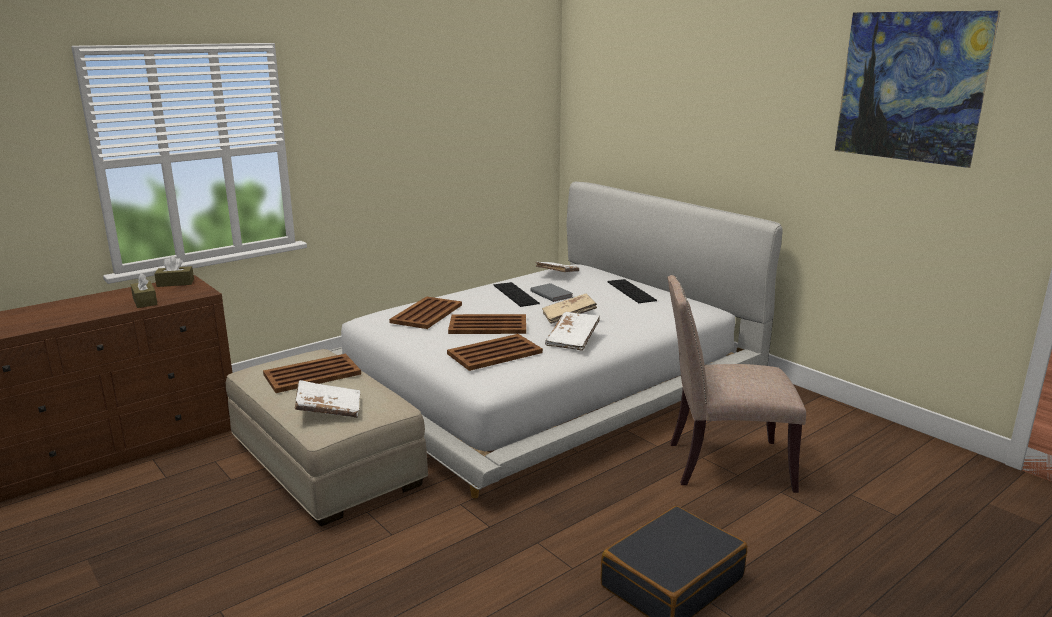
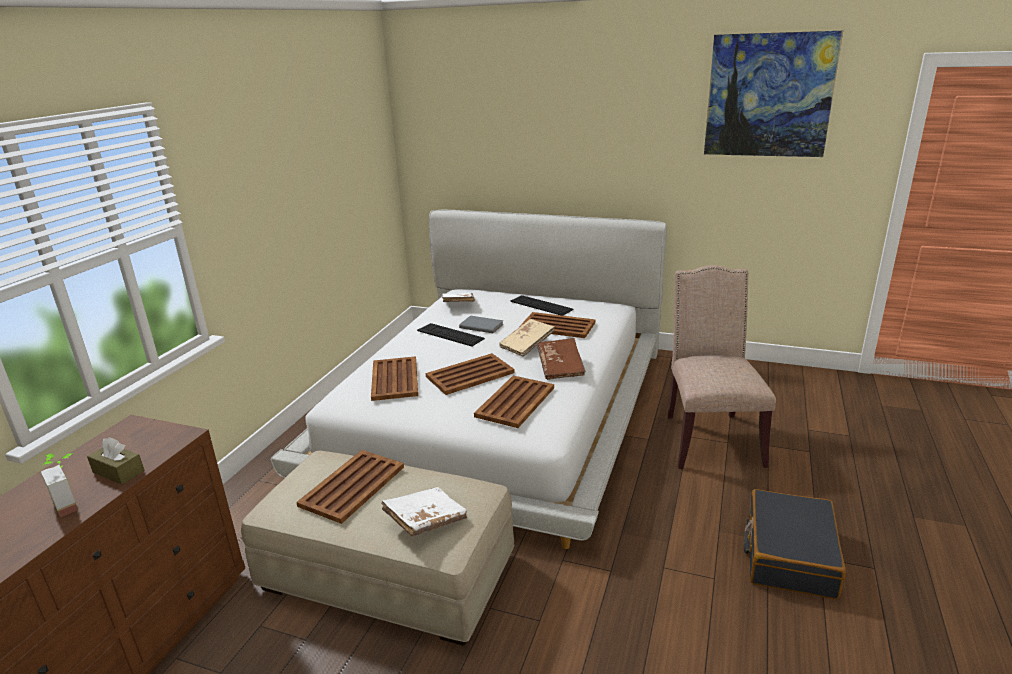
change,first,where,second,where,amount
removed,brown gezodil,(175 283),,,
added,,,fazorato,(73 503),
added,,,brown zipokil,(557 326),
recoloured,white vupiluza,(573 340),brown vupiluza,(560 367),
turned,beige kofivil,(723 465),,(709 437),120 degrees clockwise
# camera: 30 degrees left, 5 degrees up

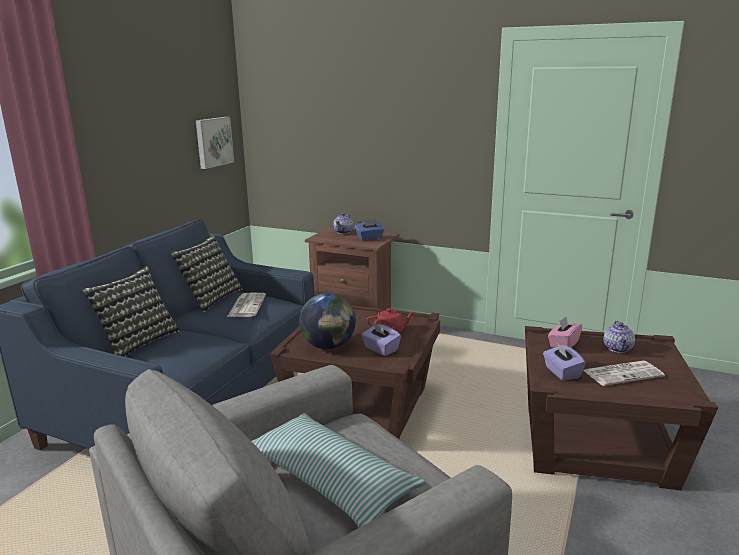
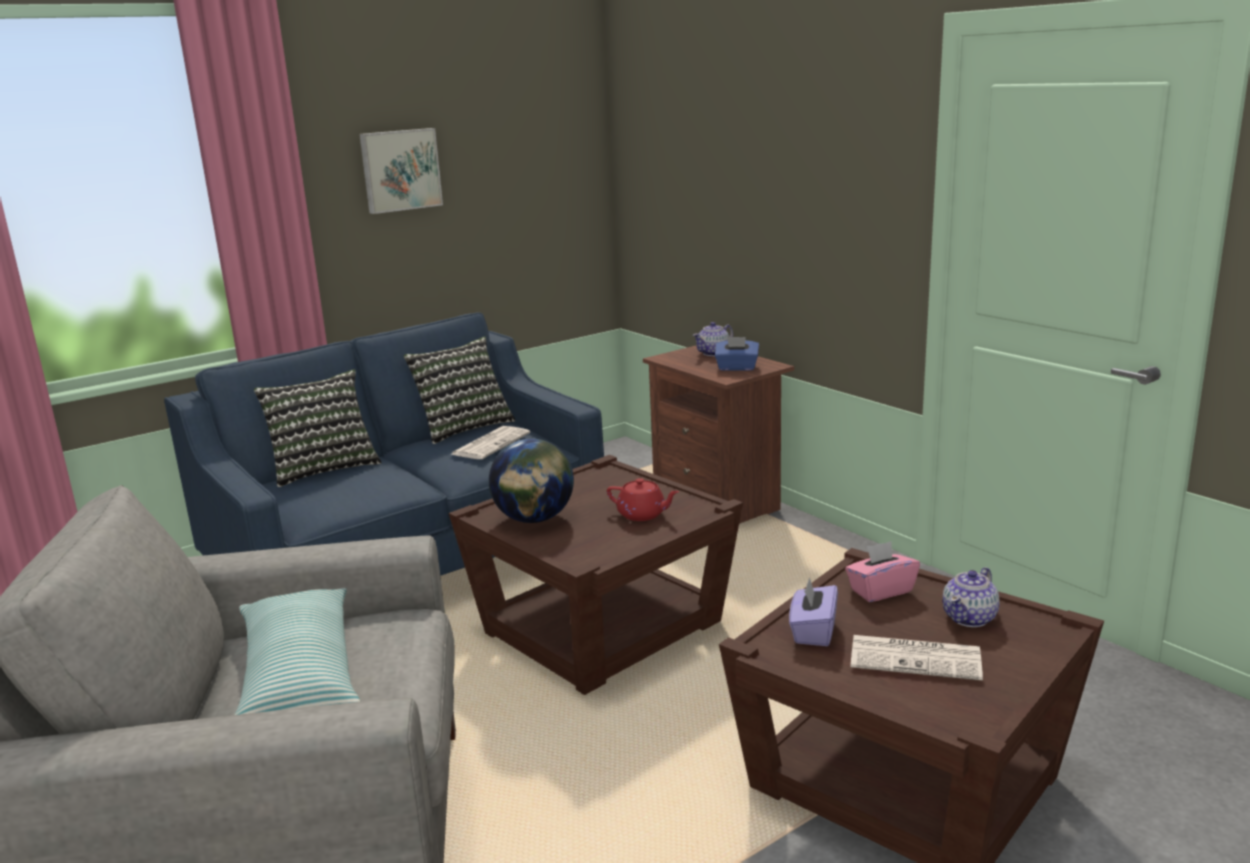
change,first,where,second,where,amount
removed,purple gezodil,(380 349),,,
moved,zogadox,(213 142),,(400 170),
# camera: 30 degrees right, 0 degrees up

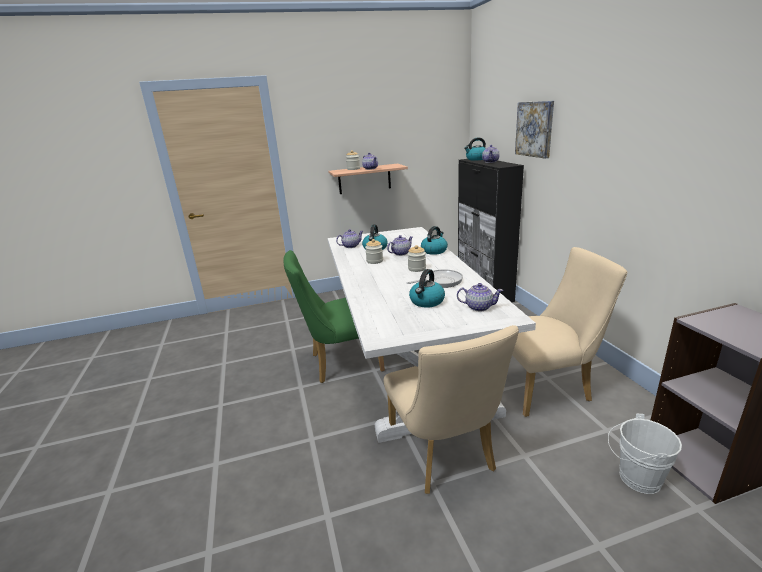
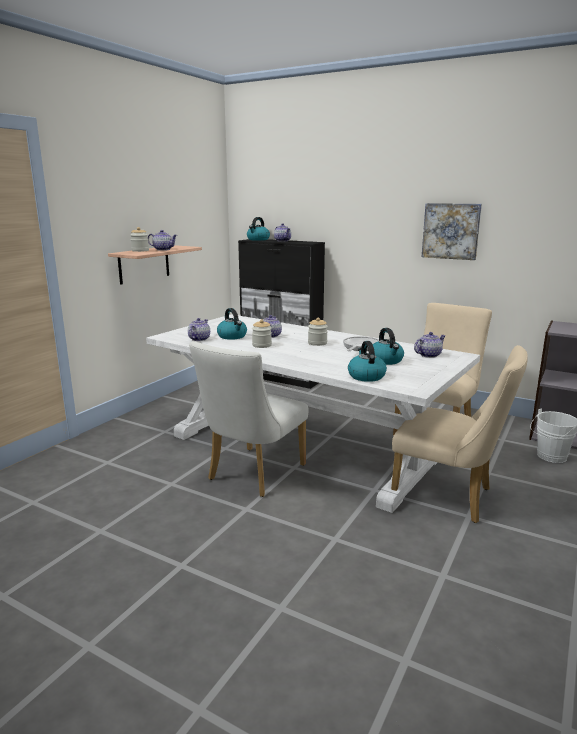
change,first,where,second,where,amount
moved,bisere,(434 251),,(366 376),
moved,zogadox,(535 129),,(451 231),
recoloured,green kofivil,(341 363),white kofivil,(252 475),
# camera: 45 degrees left, 5 degrees down

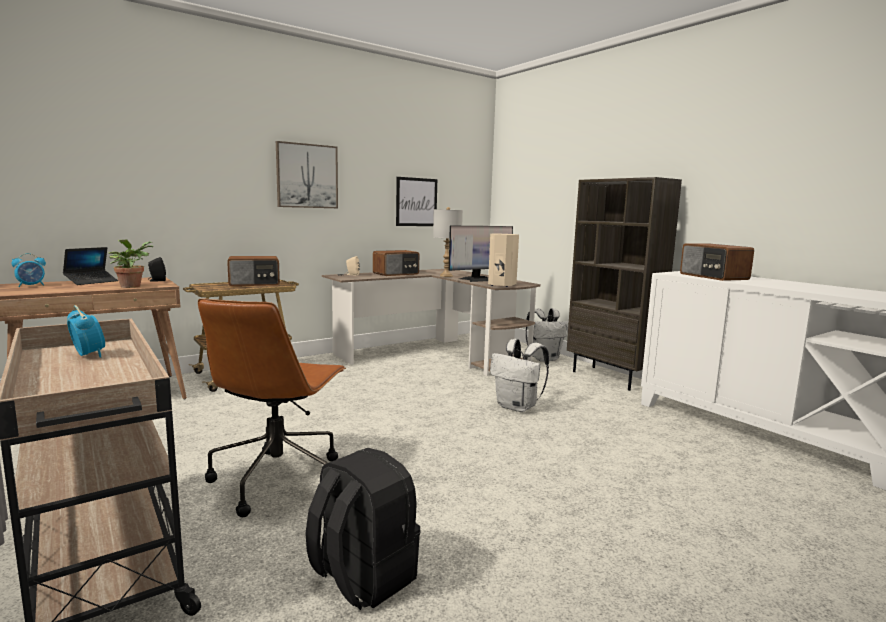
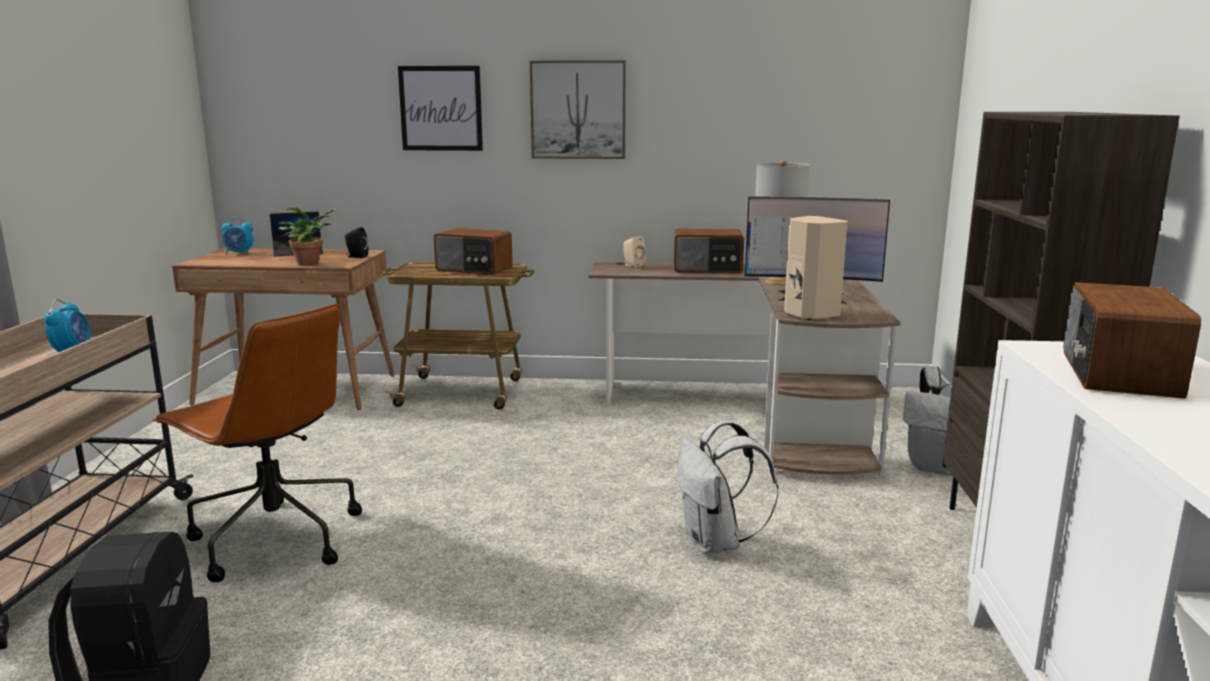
change,first,where,second,where,amount
moved,zogadox,(416 202),,(441 108),
turned,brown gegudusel,(278 478),,(273 538),105 degrees counterclockwise
# camera: 40 degrees right, 5 degrees up

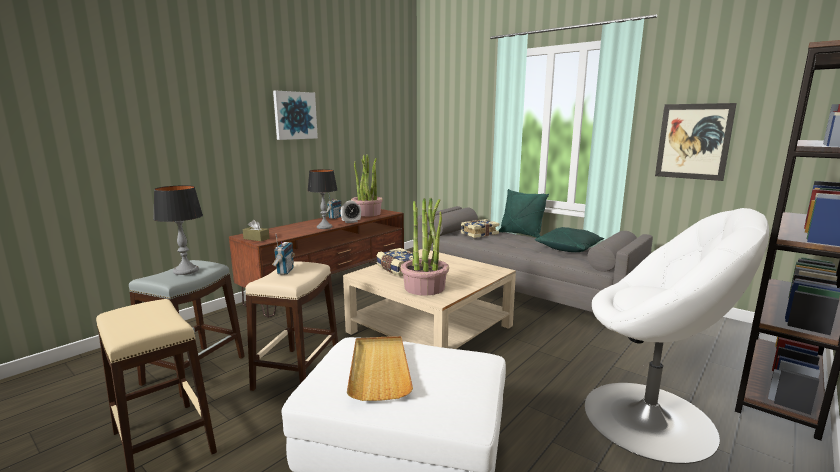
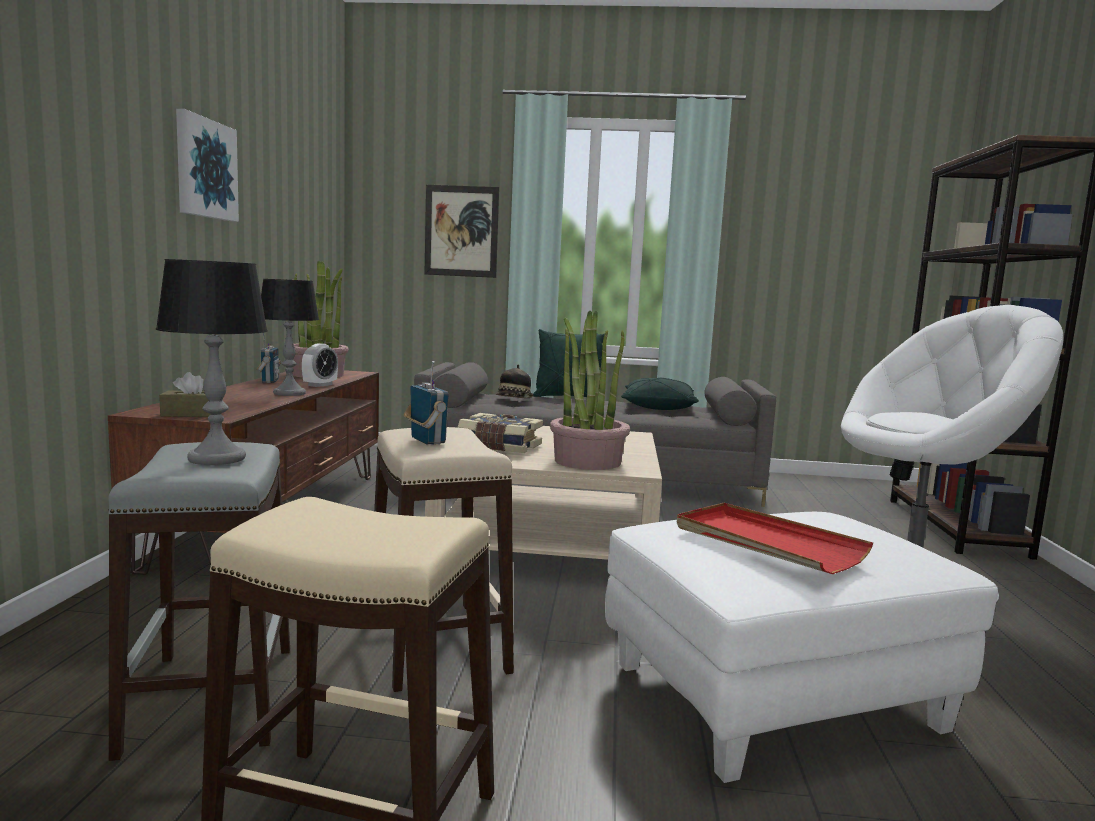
change,first,where,second,where,amount
moved,zogadox,(693 141),,(461 231),
replaced,vupiluza,(479 234),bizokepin,(514 400),
recoloured,beige zipokil,(379 369),red zipokil,(766 543),
# camera: 35 degrees left, 5 degrees down

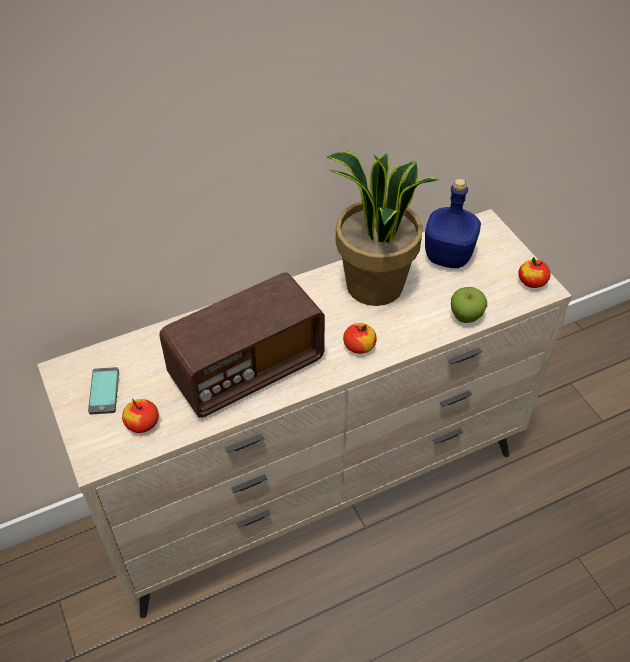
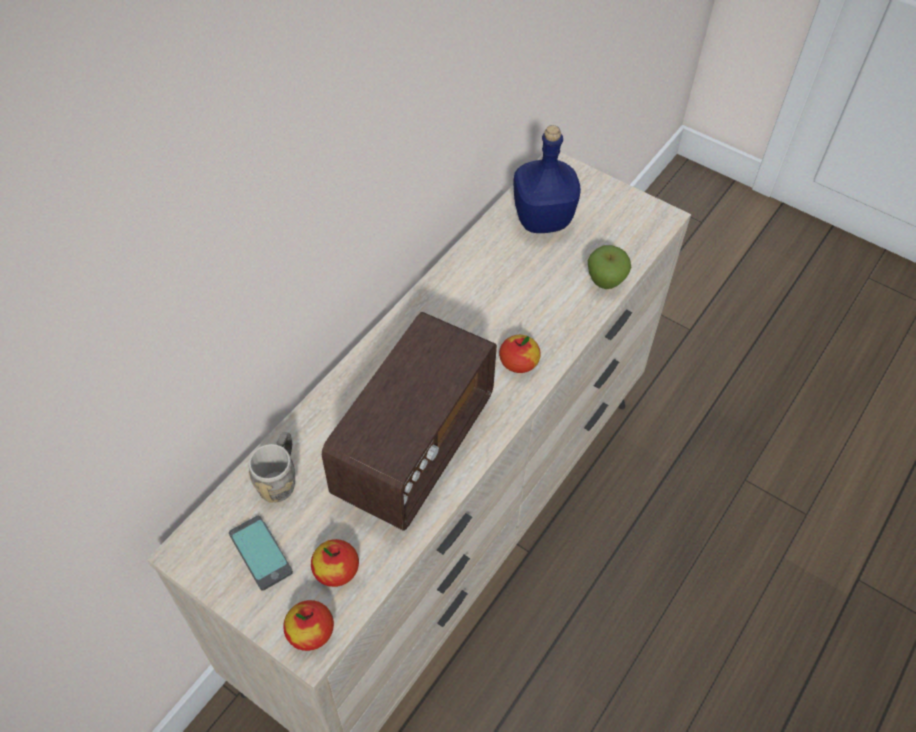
change,first,where,second,where,amount
removed,fazorato,(374 286),,,
added,,,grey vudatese,(280 479),
moved,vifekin,(532 281),,(310 631),
# camera: 30 degrees left, 5 degrees up

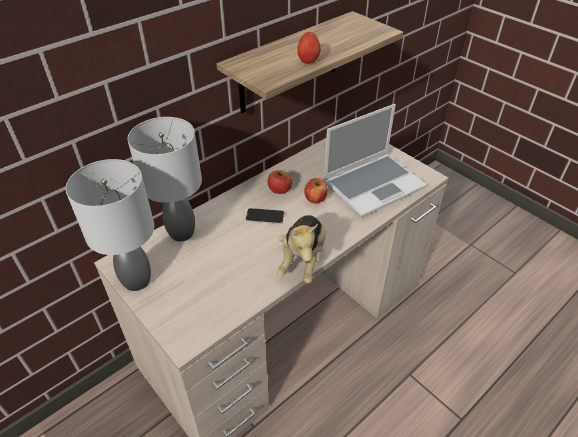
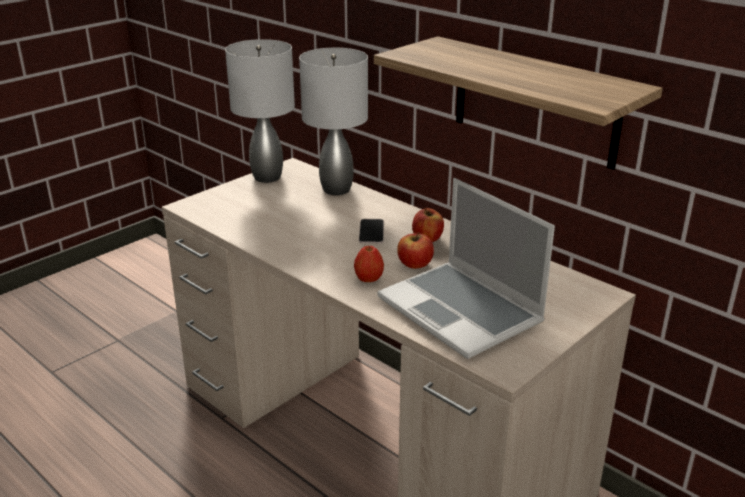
change,first,where,second,where,amount
removed,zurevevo,(302 259),,,
moved,vifekin,(308 61),,(368 279),
# camera: 85 degrees right, 15 degrees down

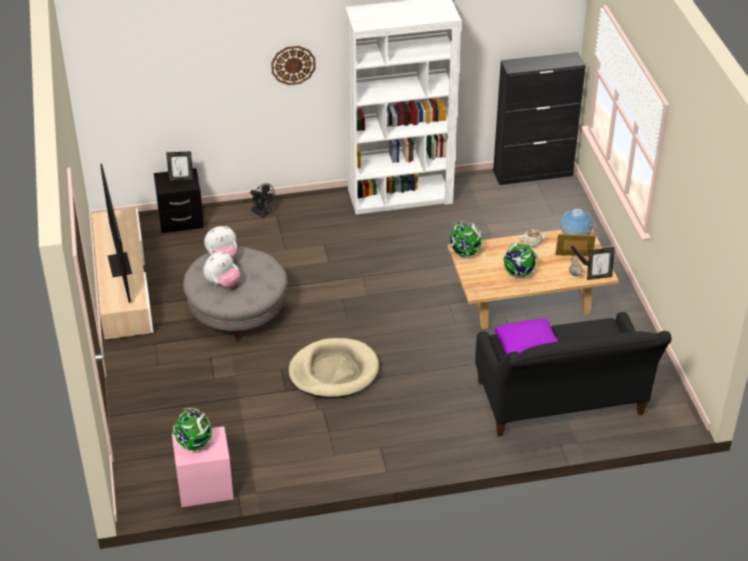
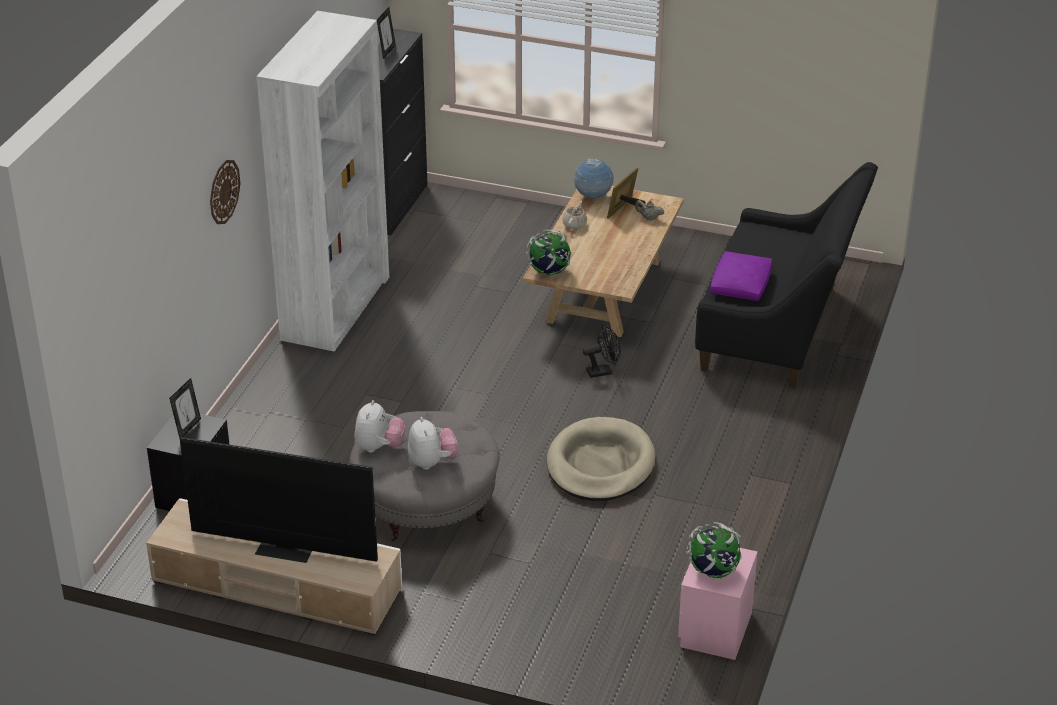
change,first,where,second,where,amount
removed,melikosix,(518 273),,,
moved,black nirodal,(262 213),,(603 371),
moved,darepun,(598 277),,(387 51),
# camera: 60 degrees left, 5 degrees down

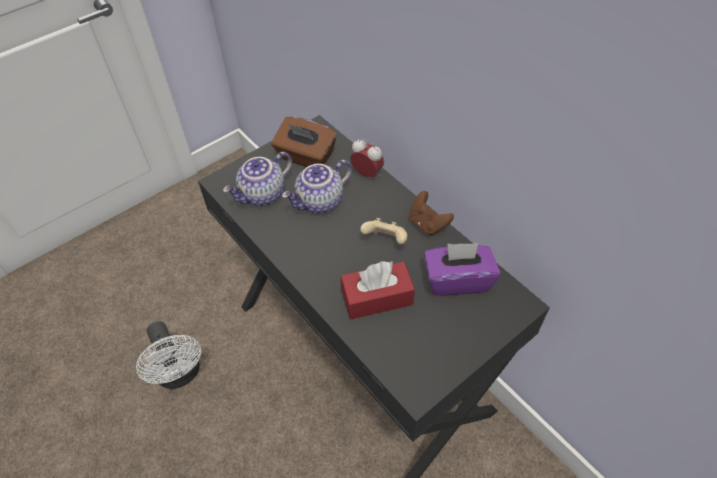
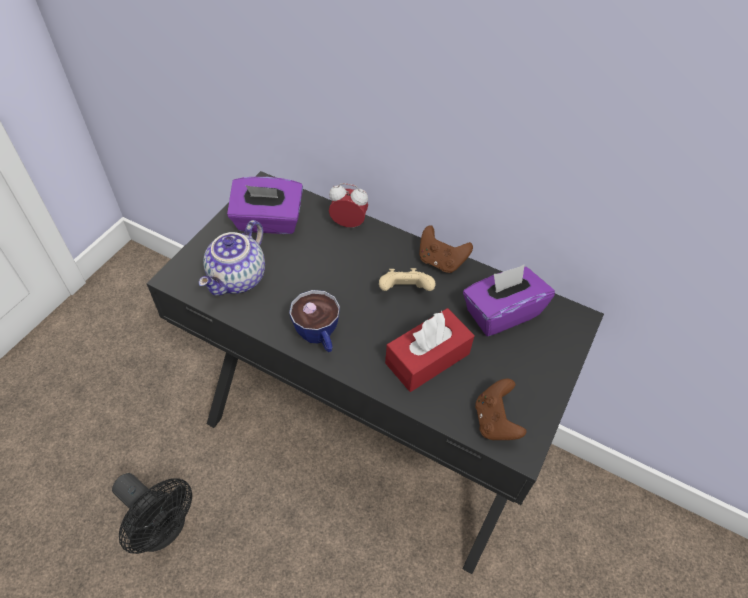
change,first,where,second,where,amount
removed,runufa,(320 202),,,
added,,,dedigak,(319 337),
added,,,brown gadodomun,(495 421),
recoloured,white nirodal,(180 374),black nirodal,(163 529),
recoloured,brown gezodil,(305 157),purple gezodil,(268 222),
# camera: 25 degrees left, 0 degrees up

